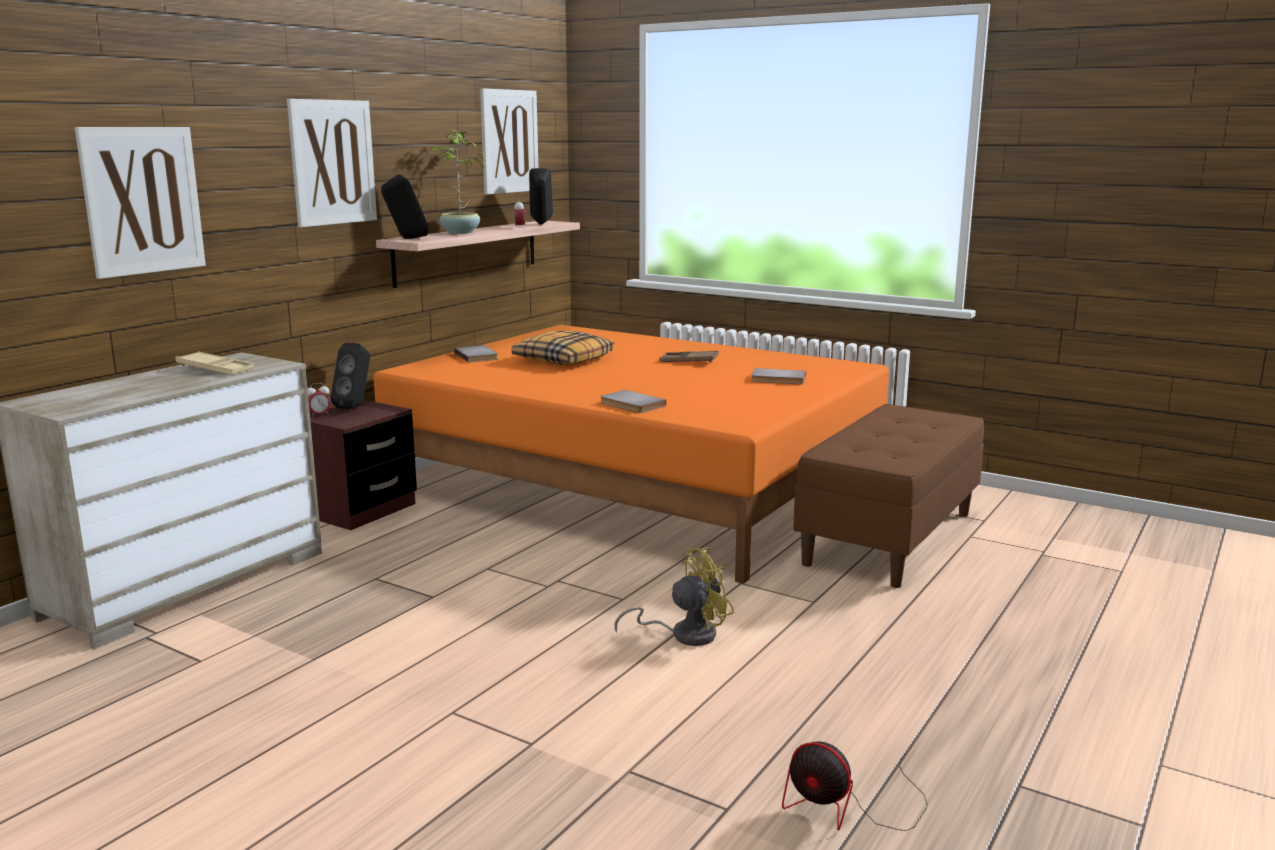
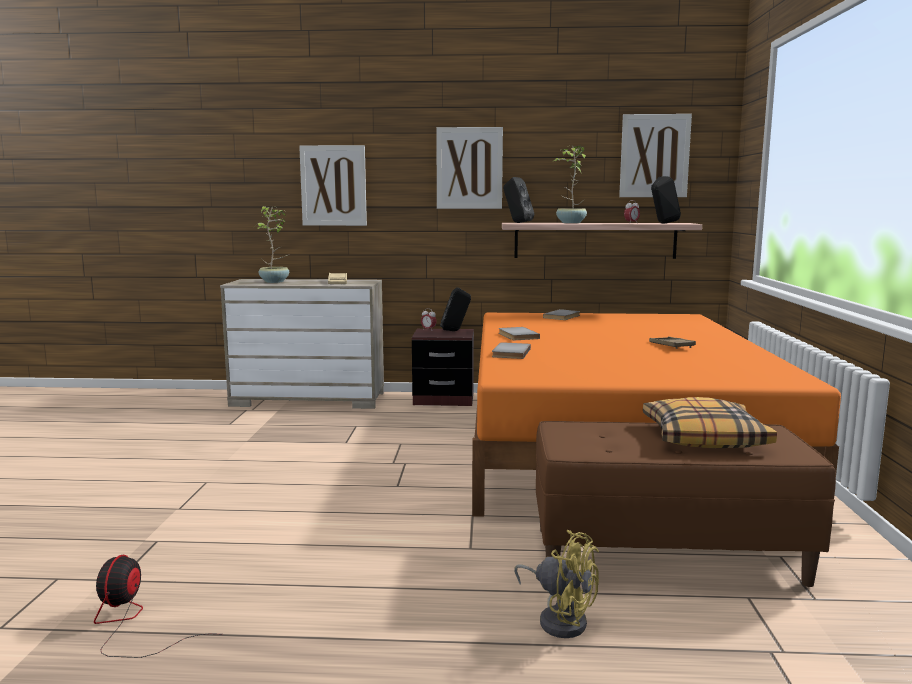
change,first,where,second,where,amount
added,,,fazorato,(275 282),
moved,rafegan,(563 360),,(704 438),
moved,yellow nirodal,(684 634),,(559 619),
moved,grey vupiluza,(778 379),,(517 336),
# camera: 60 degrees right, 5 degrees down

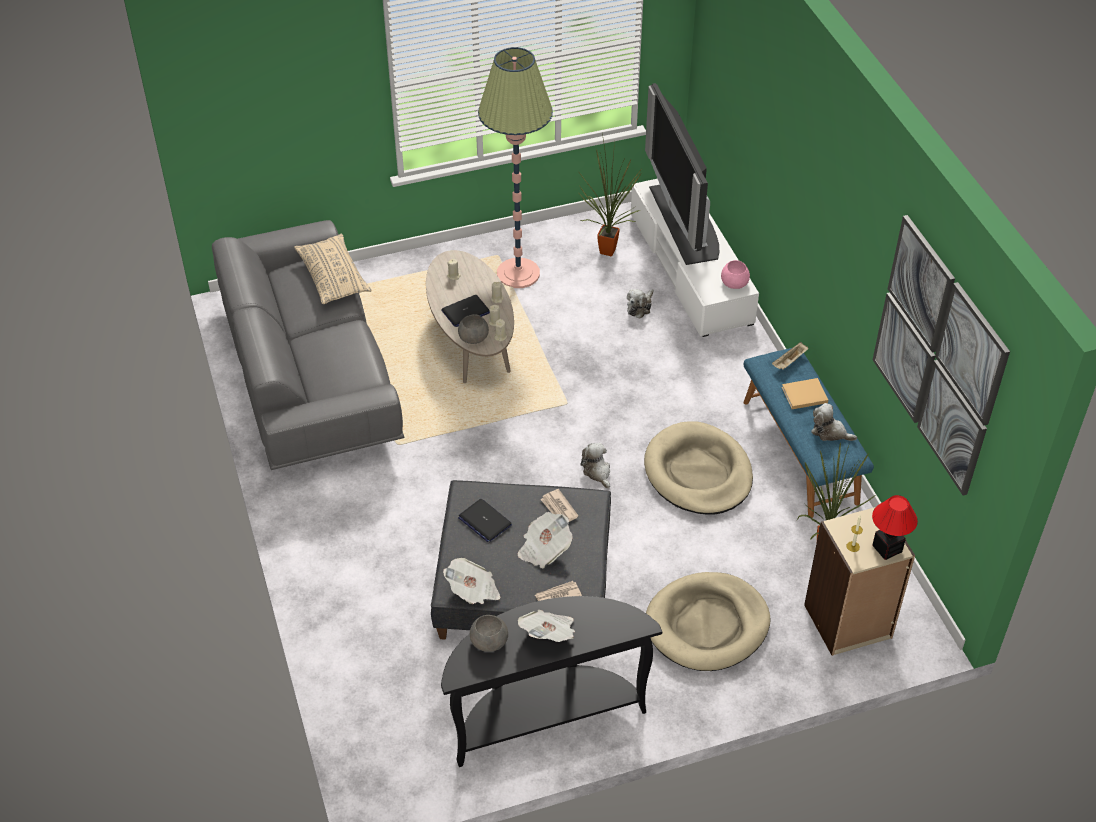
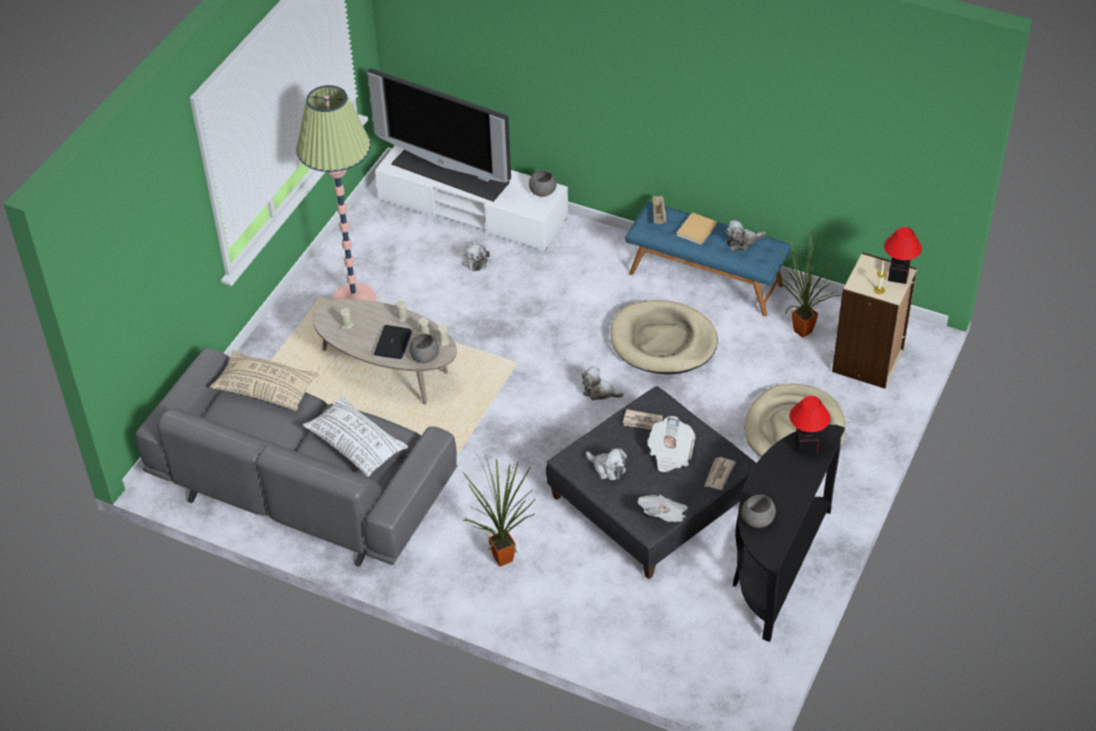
change,first,where,second,where,amount
removed,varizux,(549 634),,,
removed,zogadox,(937 355),,,
added,,,white rafegan,(356 444),
added,,,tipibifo,(806 446),
moved,fazorato,(609 249),,(502 556),
replaced,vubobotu,(484 521),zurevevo,(607 468),
recoloured,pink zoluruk,(734 282),grey zoluruk,(542 191),
# camera: 45 degrees left, 0 degrees up

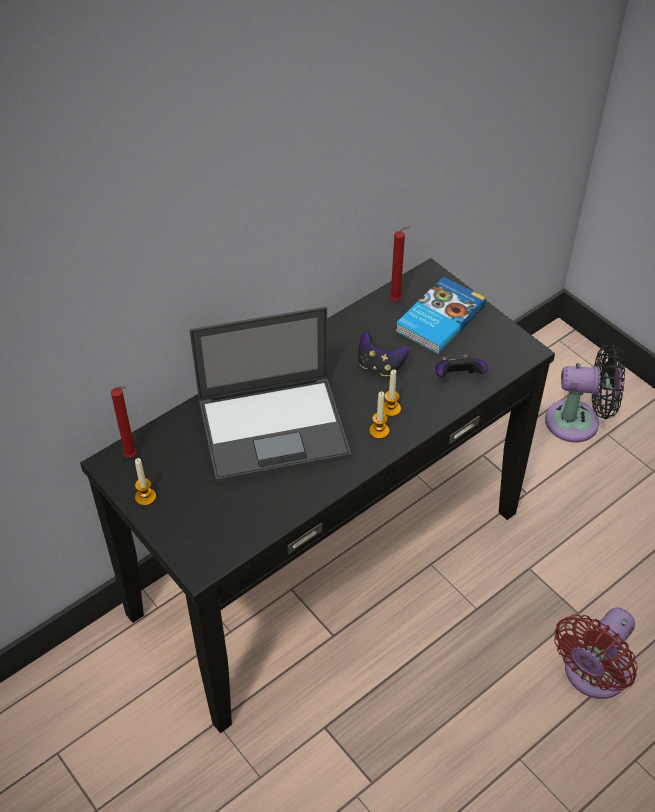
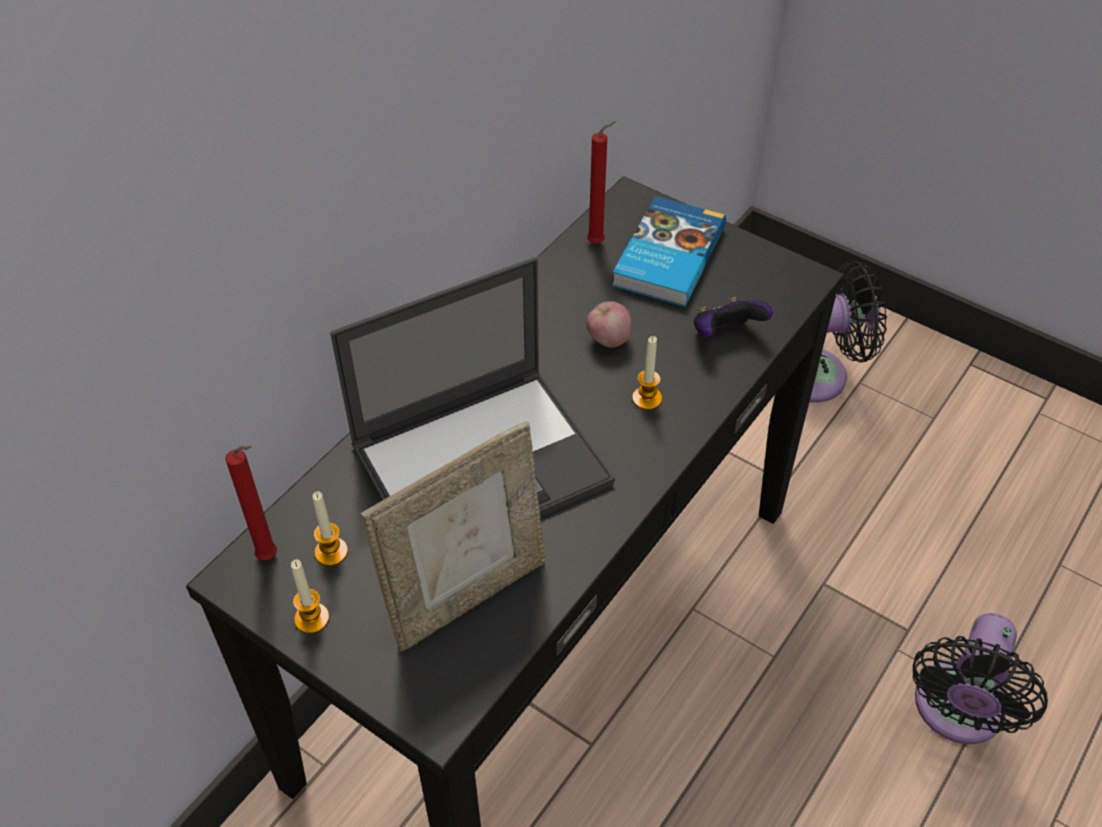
change,first,where,second,where,amount
added,,,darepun,(467 595),
moved,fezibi,(379 431),,(331 552),
replaced,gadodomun,(380 366),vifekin,(608 340),
recoloured,red nirodal,(592 674),black nirodal,(956 712),
# camera: 15 degrees left, 0 degrees up

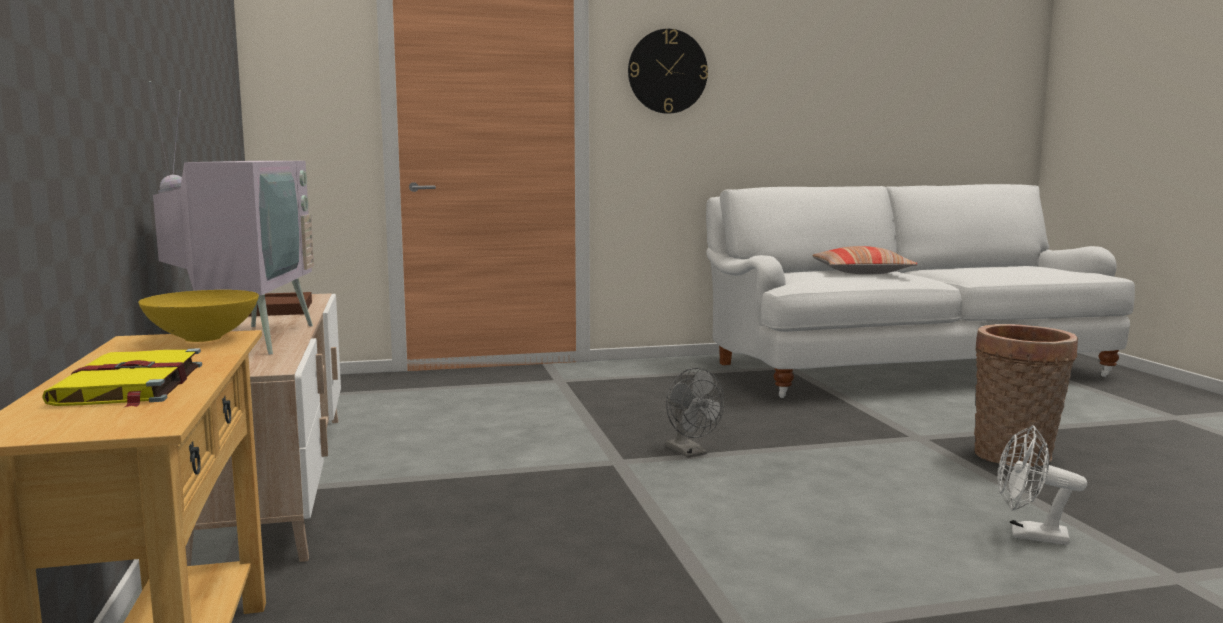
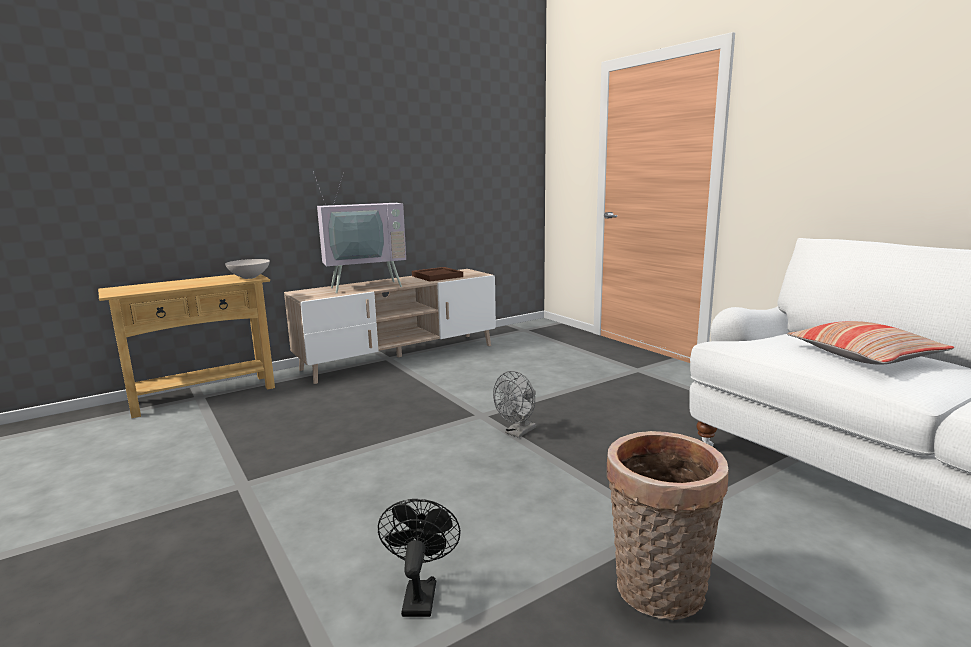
change,first,where,second,where,amount
removed,yellow vupiluza,(129 385),,,
removed,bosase,(667 71),,,
recoloured,yellow zoluruk,(201 338),white zoluruk,(248 277),
recoloured,white nirodal,(1029 535),black nirodal,(420 593),
# camera: 70 degrees right, 5 degrees up

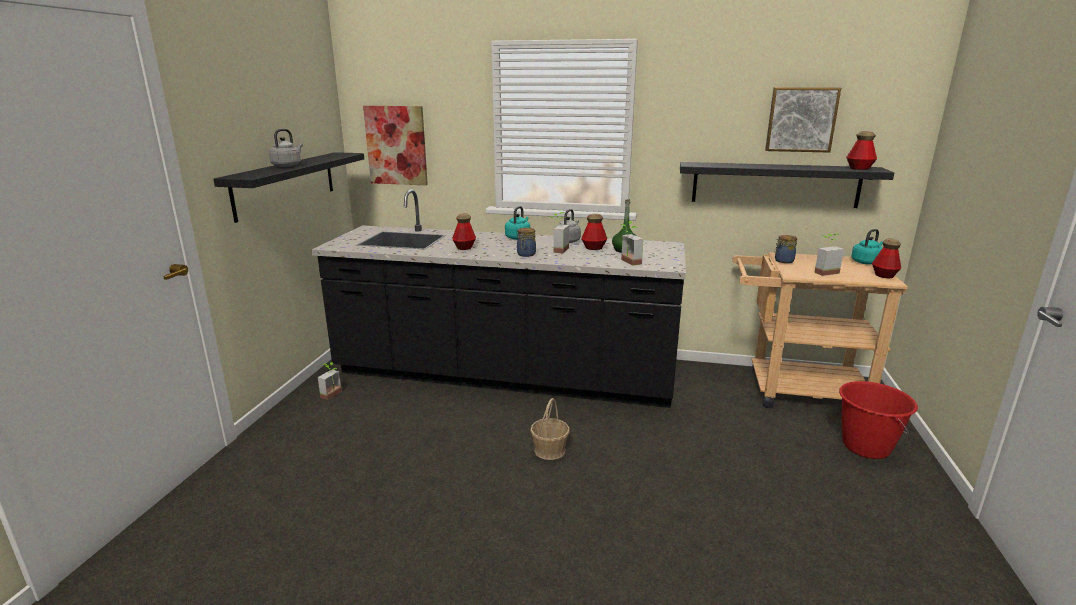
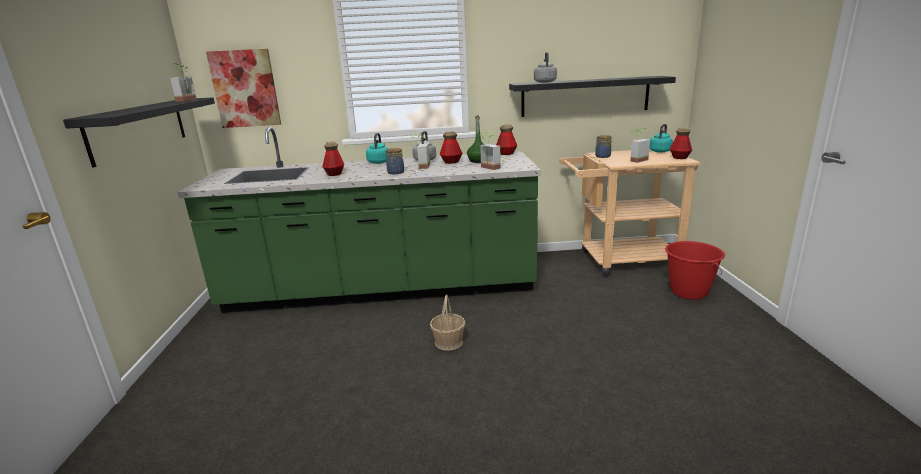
change,first,where,second,where,amount
removed,zogadox,(801 119),,,
moved,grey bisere,(287 165),,(545 82),
moved,fazorato,(334 395),,(189 100),
moved,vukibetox,(859 168),,(506 153),
recoloured,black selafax,(504 376),green selafax,(382 289),
# camera: 15 degrees left, 0 degrees up

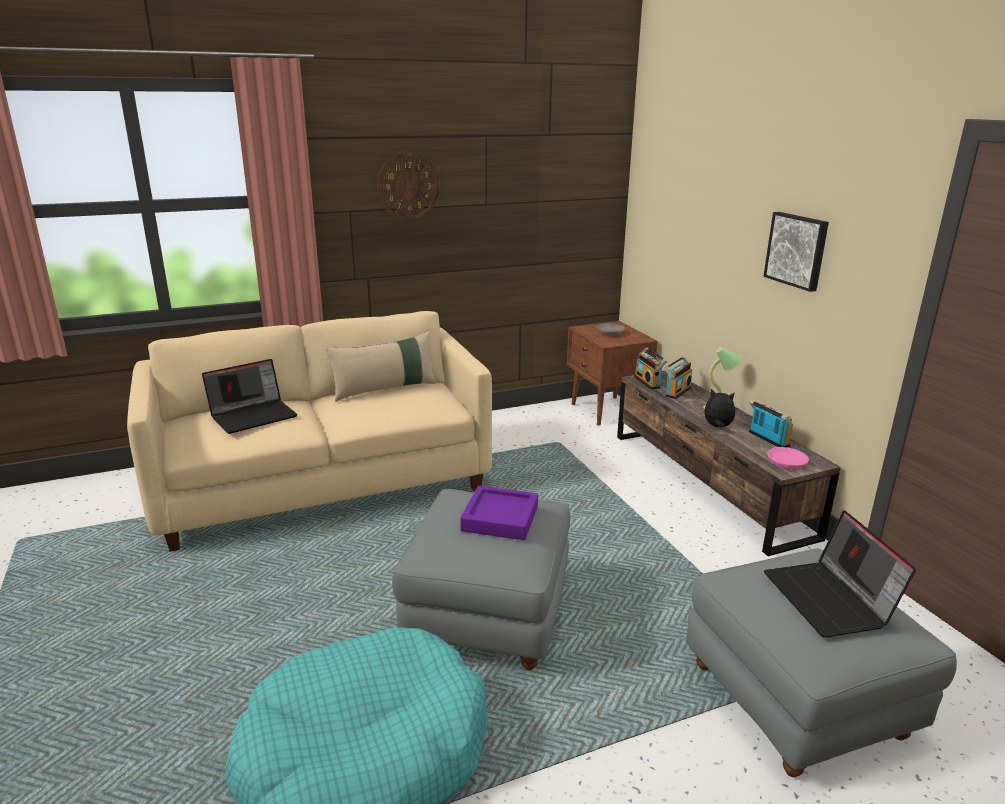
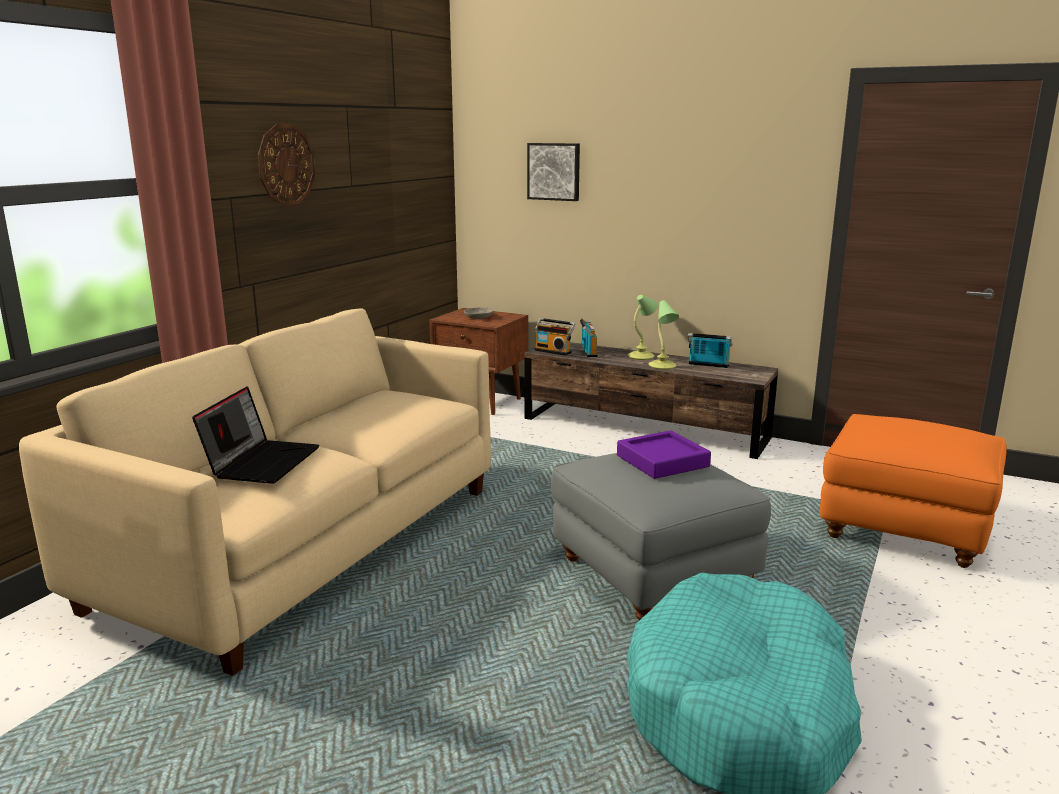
change,first,where,second,where,amount
removed,beige rafegan,(385 389),,,
removed,vubobotu,(830 600),,,
removed,pink zoluruk,(786 463),,,
moved,zogadox,(797 250),,(554 171),
replaced,zurevevo,(717 427),tipibifo,(662 366),
recoloured,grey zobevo,(797 701),orange zobevo,(905 530),
# camera: 40 degrees left, 5 degrees down

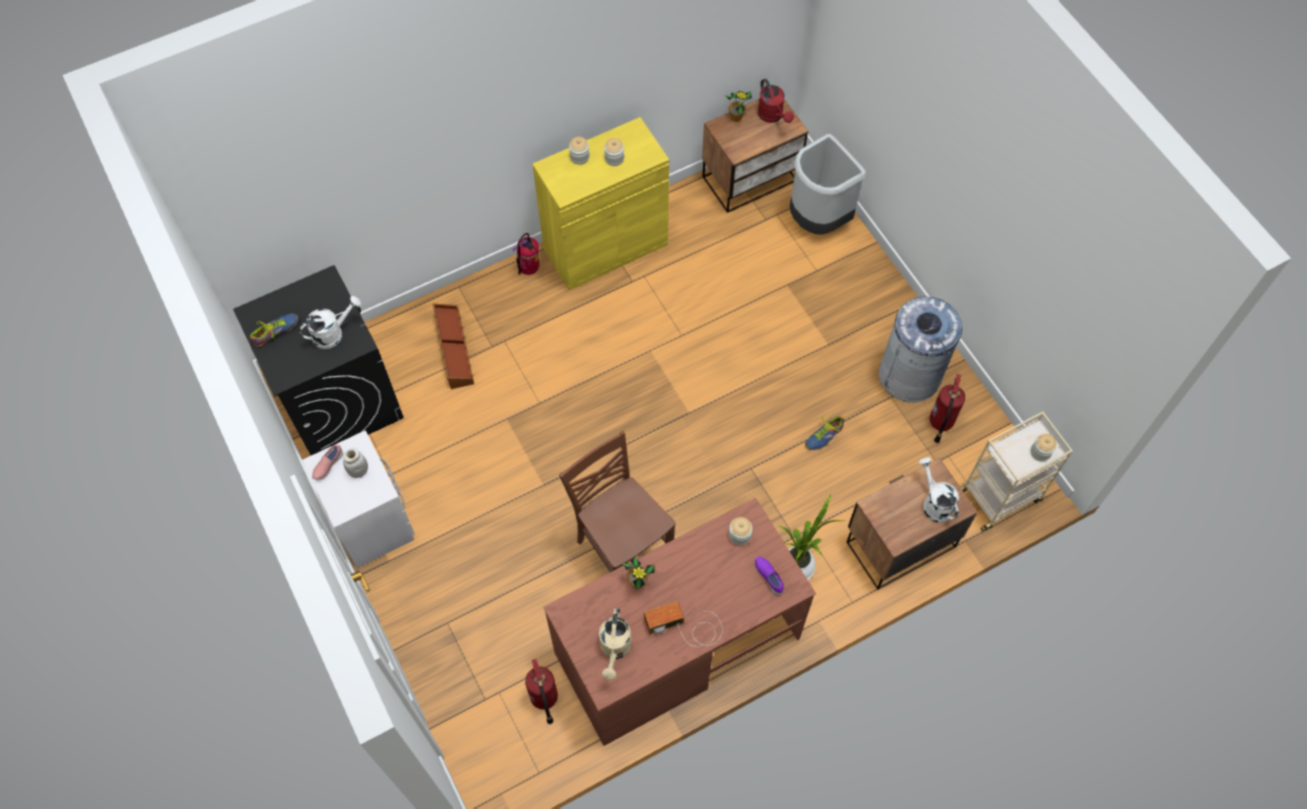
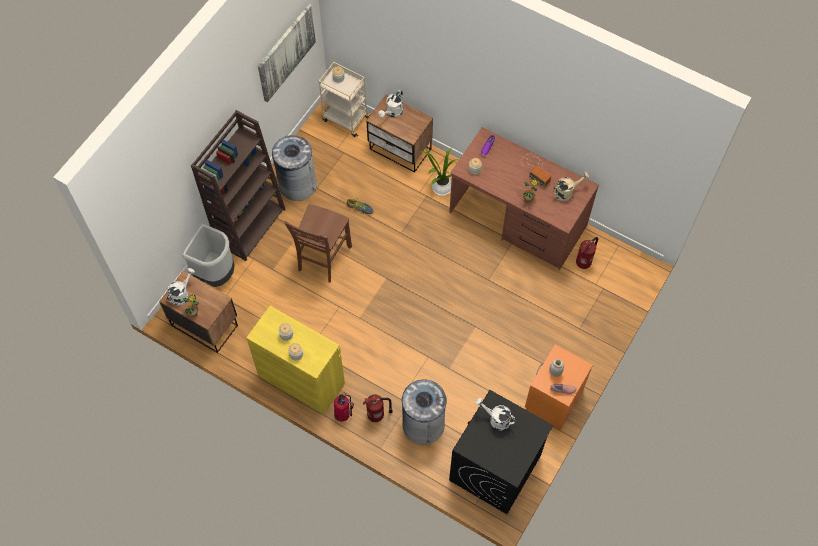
change,first,where,second,where,amount
removed,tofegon,(275 331),,,
added,,,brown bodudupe,(250 225),
added,,,zogadox,(286 52),
moved,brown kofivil,(622 551),,(323 259),
moved,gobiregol,(940 423),,(377 415),
replaced,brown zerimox,(453 349),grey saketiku,(423 424),
recoloured,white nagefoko,(372 521),orange nagefoko,(553 400),
recoloured,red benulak,(773 116),white benulak,(182 294),
# camera: 120 degrees left, 0 degrees up

